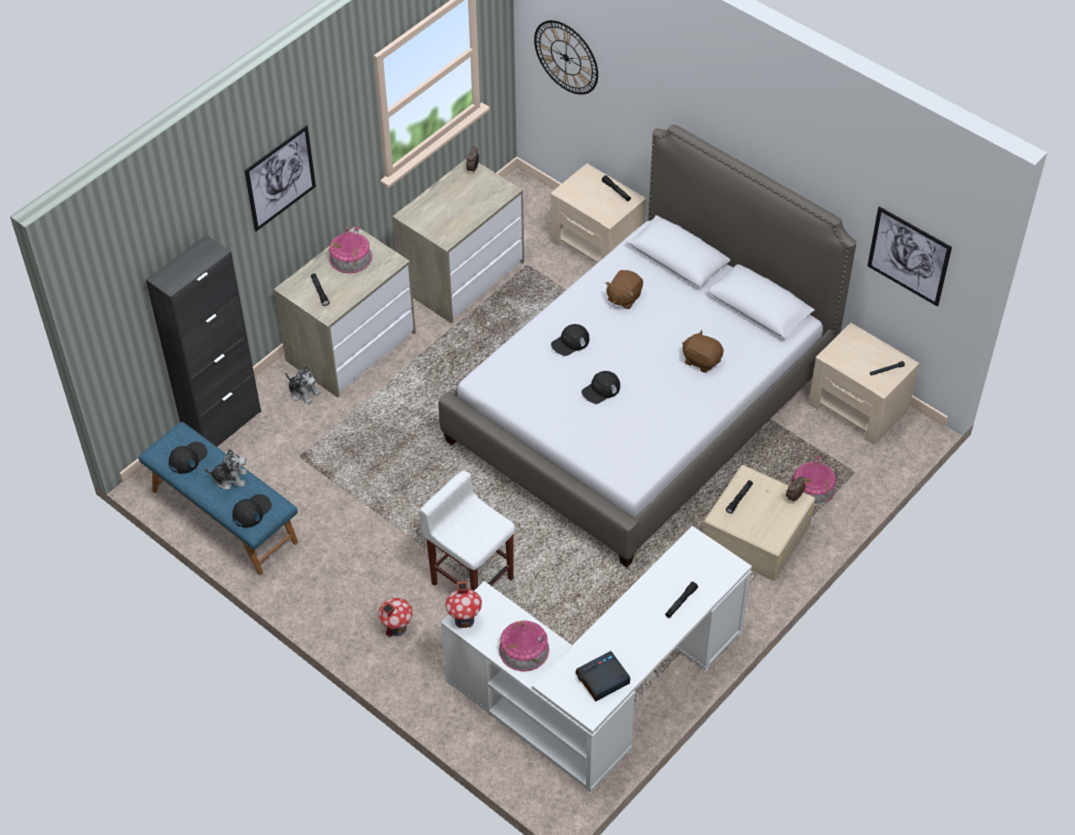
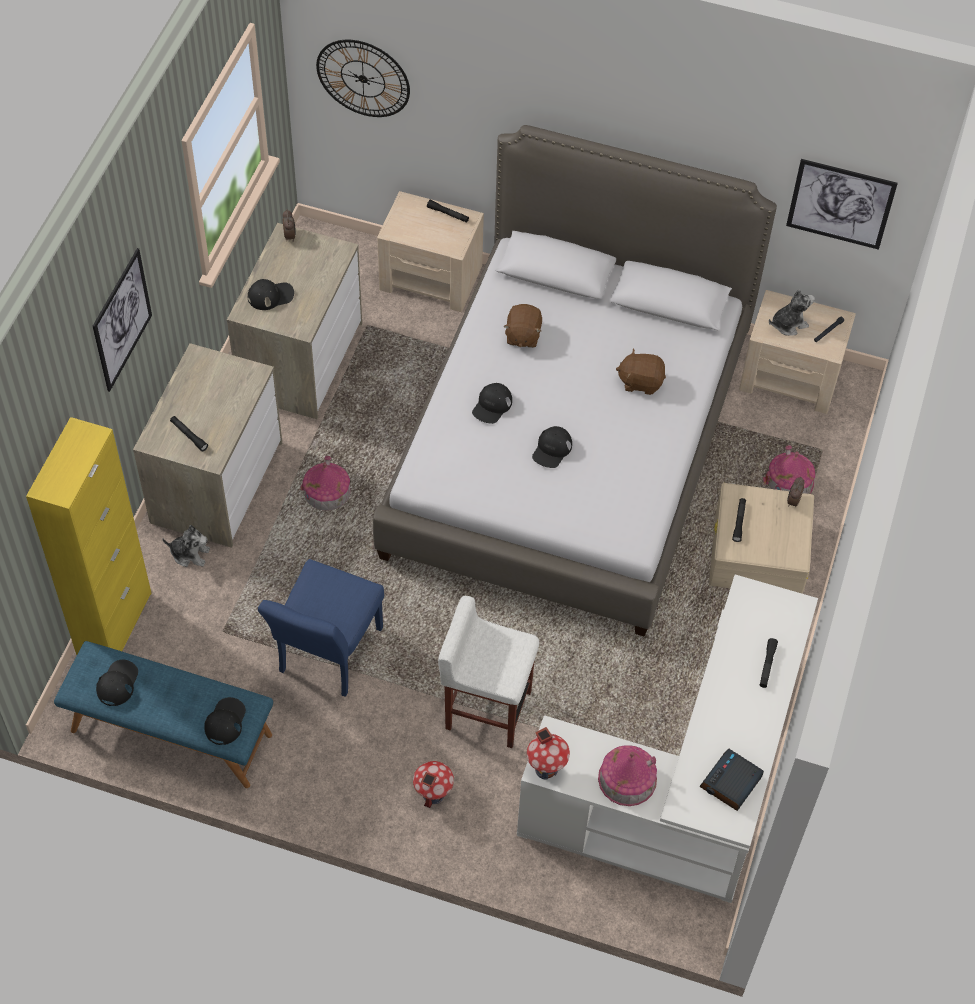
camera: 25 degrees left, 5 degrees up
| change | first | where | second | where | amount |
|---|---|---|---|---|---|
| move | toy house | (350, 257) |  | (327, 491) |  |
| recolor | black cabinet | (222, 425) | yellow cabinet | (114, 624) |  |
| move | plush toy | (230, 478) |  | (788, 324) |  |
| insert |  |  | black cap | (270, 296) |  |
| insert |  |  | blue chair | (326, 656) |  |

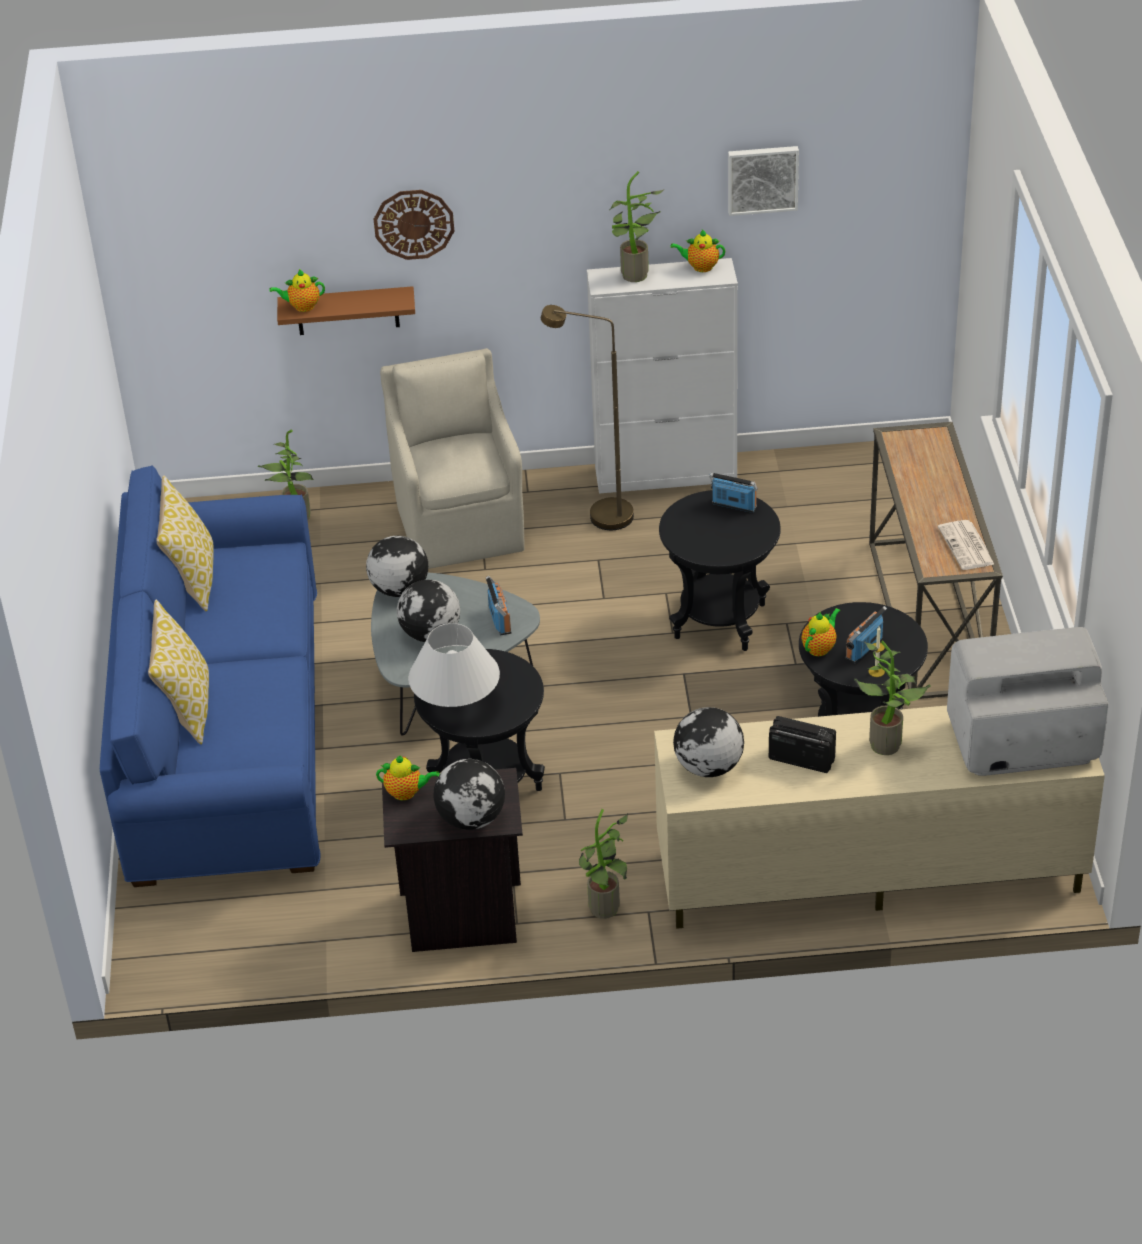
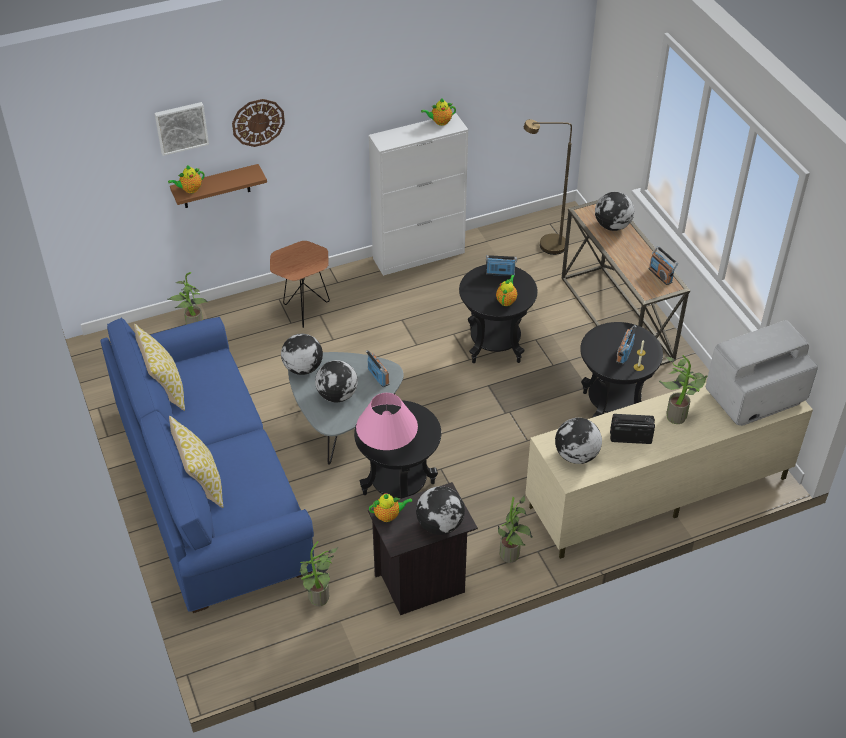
camera: 20 degrees left, 5 degrees up
| change | first | where | second | where | amount |
|---|---|---|---|---|---|
| move | picture | (762, 179) |  | (181, 127) |  |
| move | potted plant | (635, 277) |  | (320, 601) |  |
| move | brown floor lamp | (599, 515) |  | (545, 246) |  |
| replace | beige armchair | (460, 523) | brown side table | (303, 312) |  |
| replace | newspaper | (967, 546) | radio | (660, 275) |  |
| move | teapot | (820, 647) |  | (506, 300) |  |
| recolor | white table lamp | (456, 704) | pink table lamp | (387, 444) |  |
| insert |  |  | globe | (612, 226) |  |

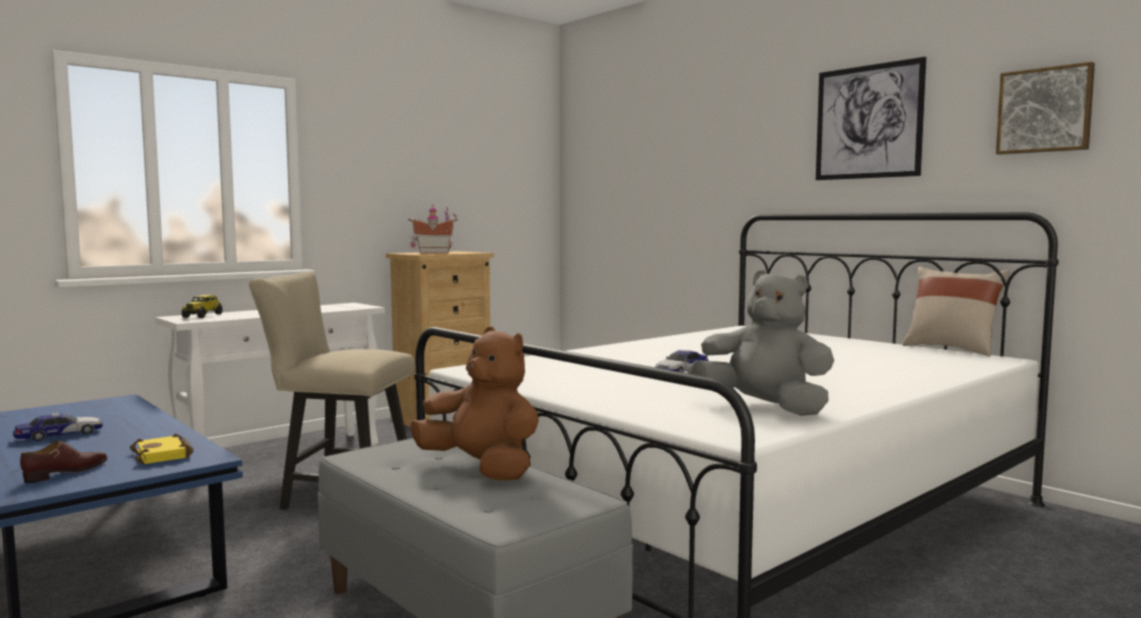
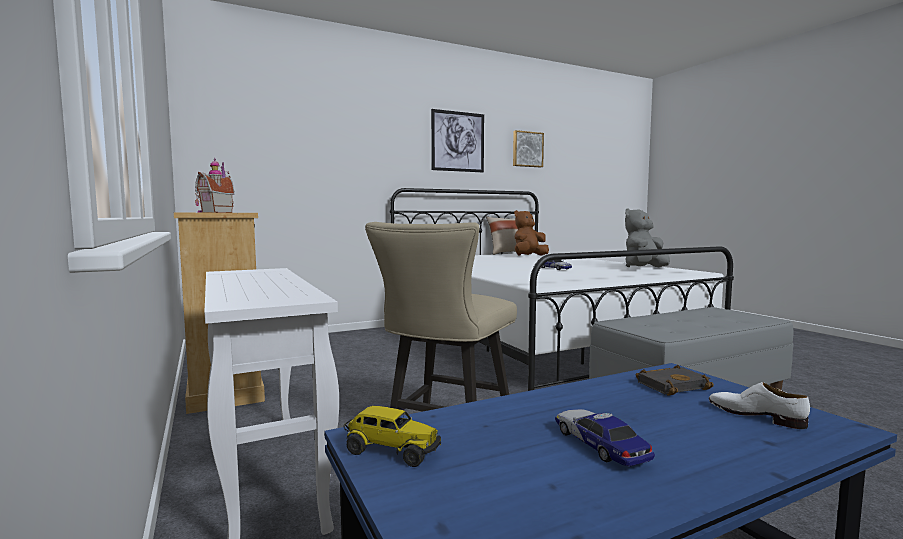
camera: 75 degrees left, 0 degrees up
| change | first | where | second | where | amount |
|---|---|---|---|---|---|
| move | toy truck | (203, 315) |  | (391, 451) |  |
| move | brown plush toy | (482, 469) |  | (529, 256) |  |
| recolor | yellow book | (164, 455) | black book | (672, 385) |  |
| recolor | brown shoe | (67, 472) | white shoe | (755, 415) |  |

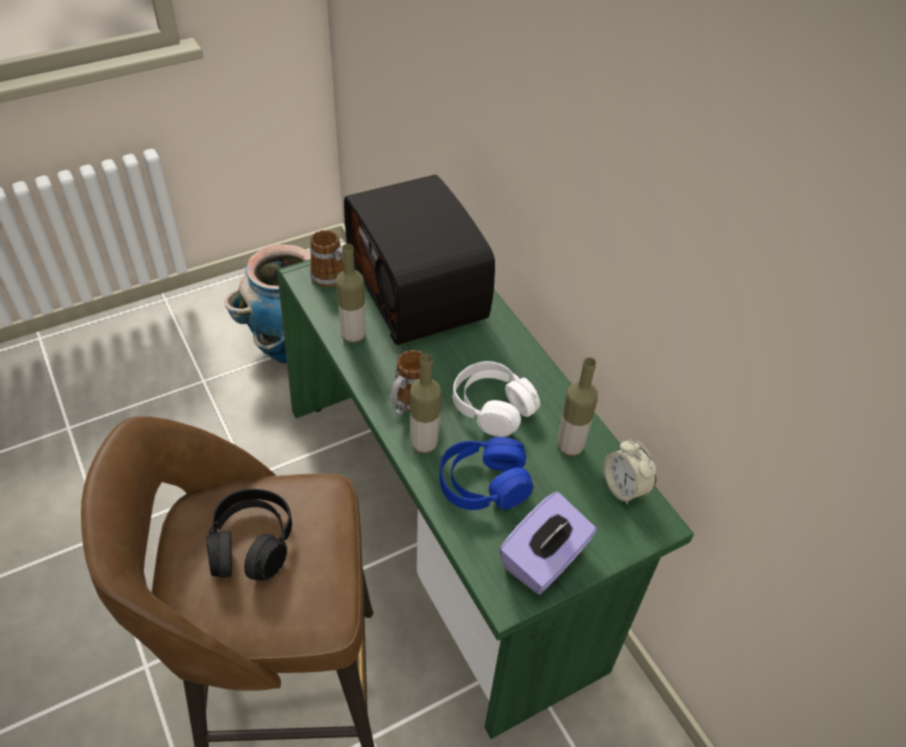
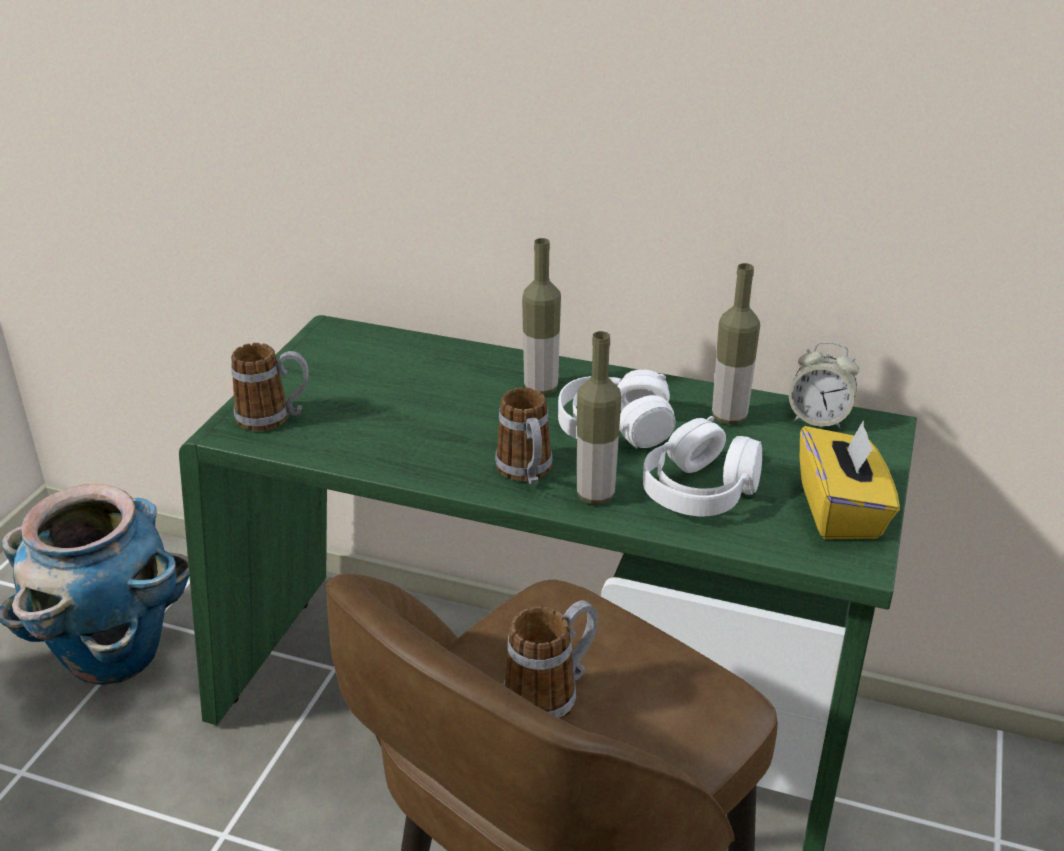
camera: 40 degrees left, 15 degrees down
| change | first | where | second | where | amount |
|---|---|---|---|---|---|
| delete | radio | (420, 291) |  |  |  |
| move | bottle | (353, 336) |  | (541, 388) |  |
| recolor | blue headphones | (483, 484) | white headphones | (700, 490) |  |
| replace | black headphones | (251, 544) | mug | (552, 694) |  |
| recolor | purple tissue box | (544, 560) | yellow tissue box | (841, 511) |  |

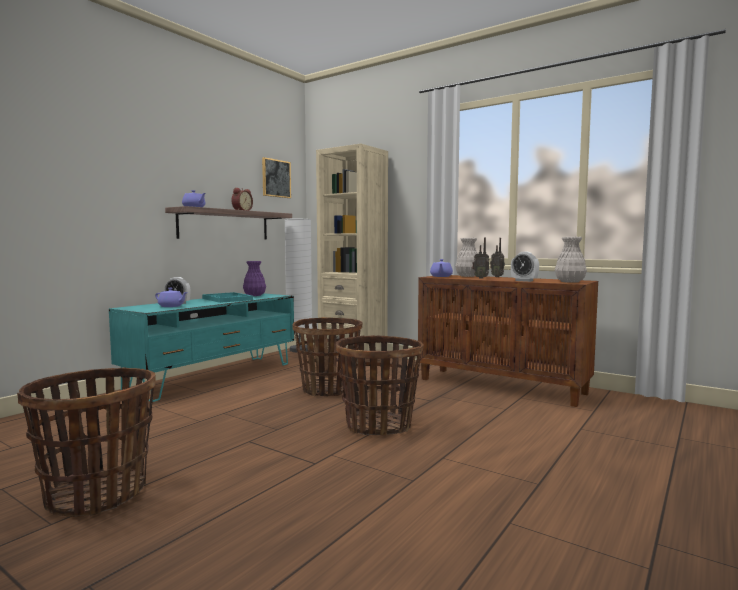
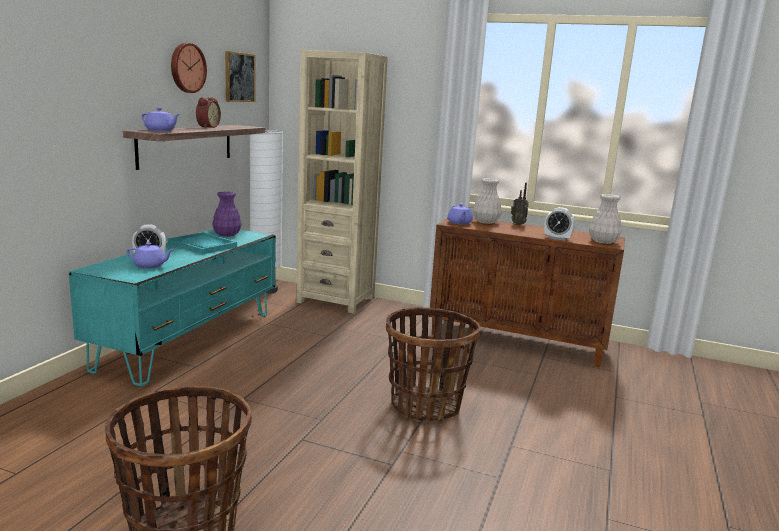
camera: 15 degrees left, 10 degrees up
| change | first | where | second | where | amount |
|---|---|---|---|---|---|
| delete | radio | (481, 278) |  |  |  |
| delete | basket | (328, 389) |  |  |  |
| insert |  |  | wall clock | (187, 68) |  |

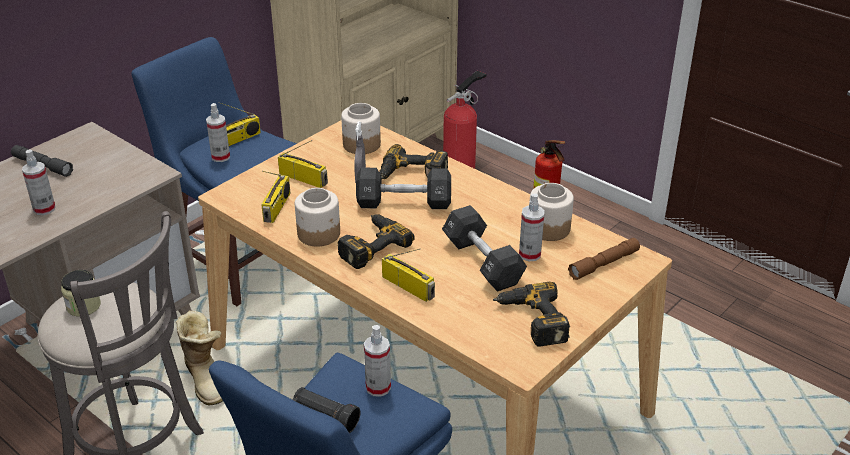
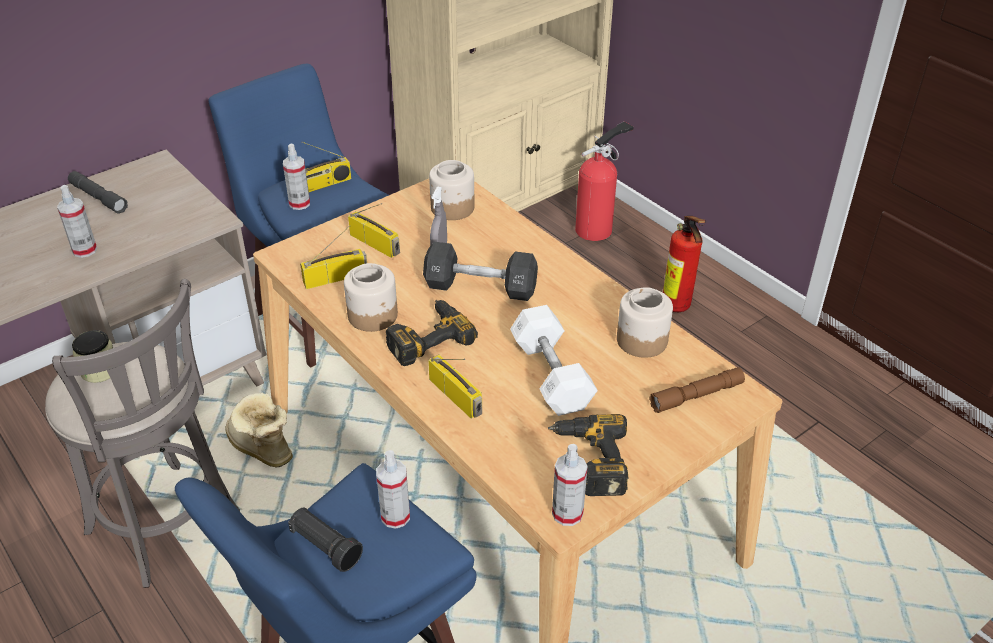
camera: 10 degrees right, 5 degrees up
| change | first | where | second | where | amount |
|---|---|---|---|---|---|
| delete | power drill | (411, 175) |  |  |  |
| rotate | radio | (277, 208) |  | (335, 277) | 135 degrees counterclockwise |
| move | spray bottle | (529, 254) |  | (567, 513) |  |
| recolor | black dumbbell | (482, 262) | white dumbbell | (551, 375) |  |
| rotate | boot | (207, 379) |  | (259, 450) | 150 degrees clockwise |

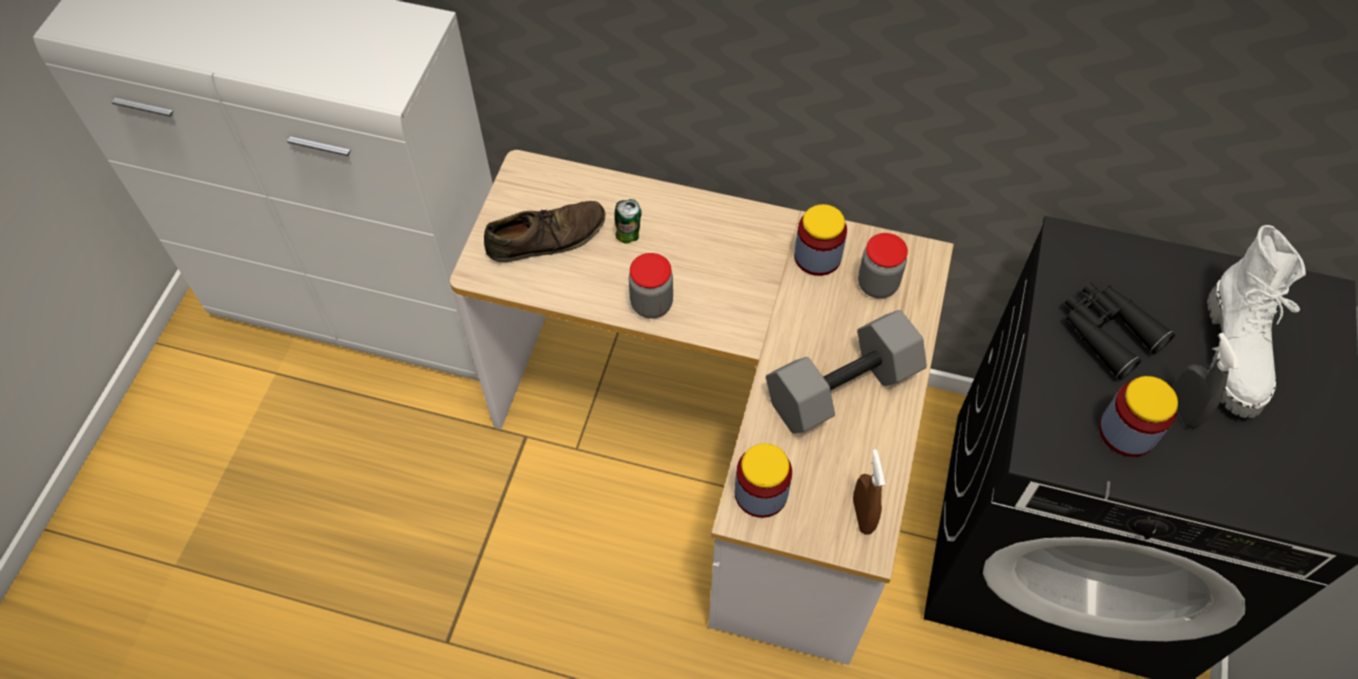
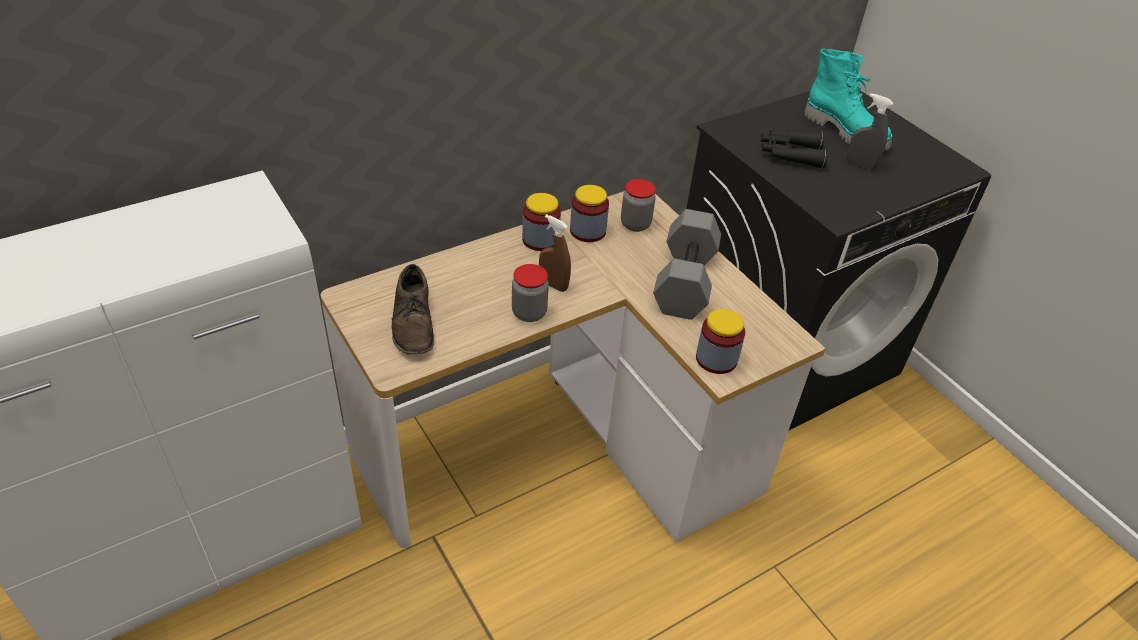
camera: 50 degrees left, 15 degrees down
| change | first | where | second | where | amount |
|---|---|---|---|---|---|
| delete | can | (628, 236) |  |  |  |
| rotate | brown shoe | (546, 237) |  | (414, 322) | 150 degrees clockwise |
| recolor | white boot | (1235, 354) | turquoise boot | (846, 132) |  |
| move | jar | (1127, 431) |  | (540, 239) |  |
| move | brown spray bottle | (862, 515) |  | (553, 285) |  |

